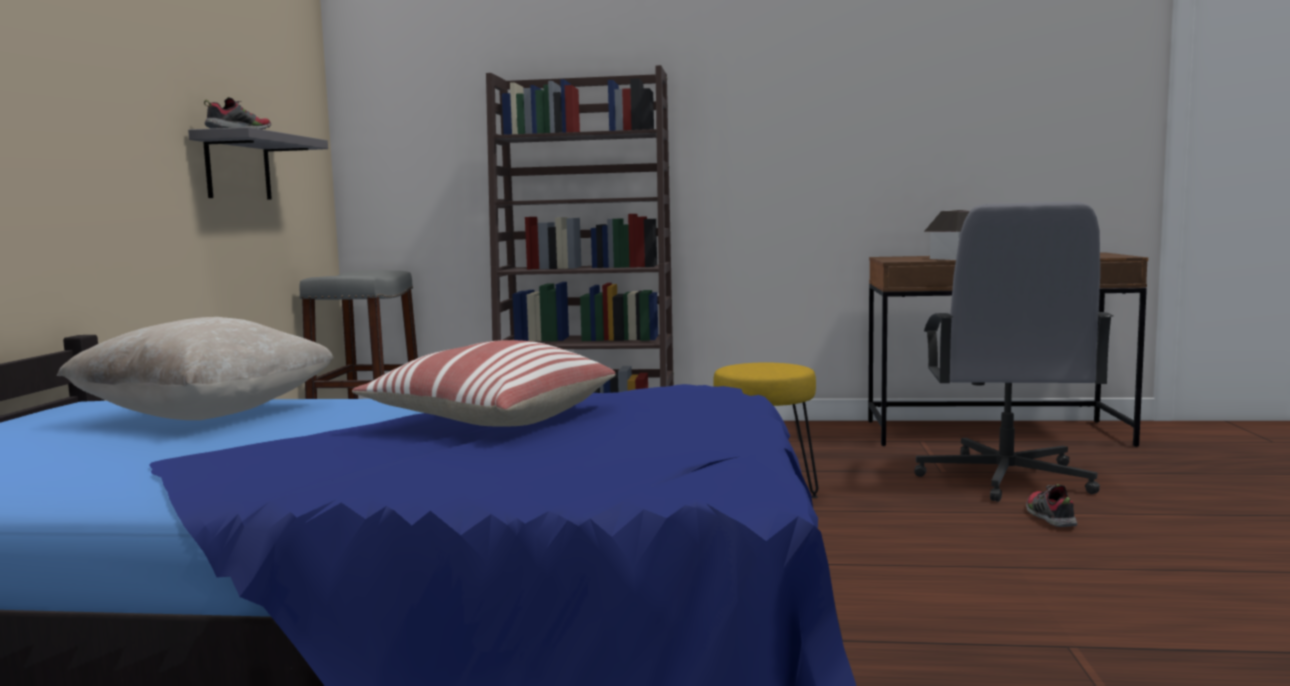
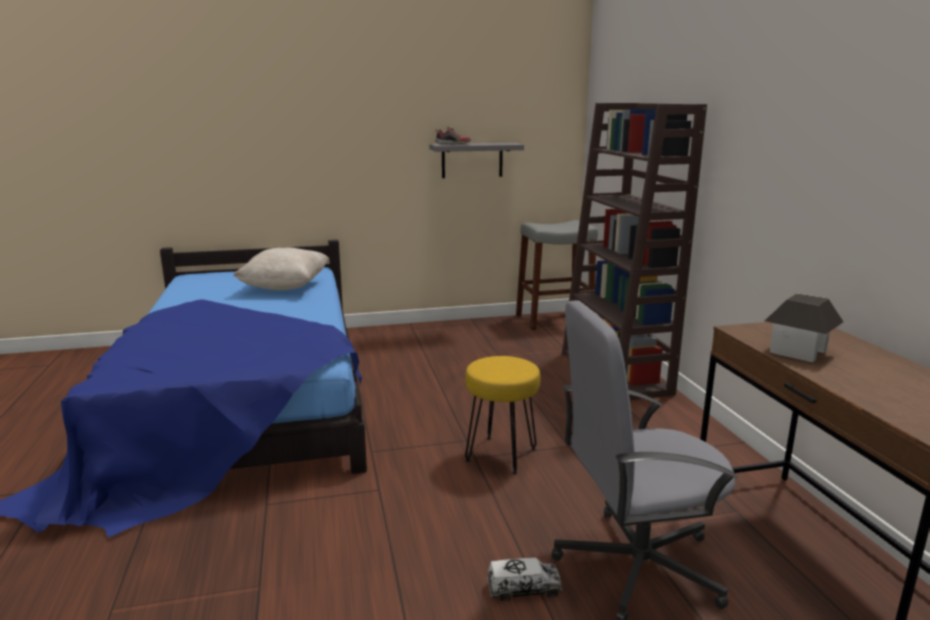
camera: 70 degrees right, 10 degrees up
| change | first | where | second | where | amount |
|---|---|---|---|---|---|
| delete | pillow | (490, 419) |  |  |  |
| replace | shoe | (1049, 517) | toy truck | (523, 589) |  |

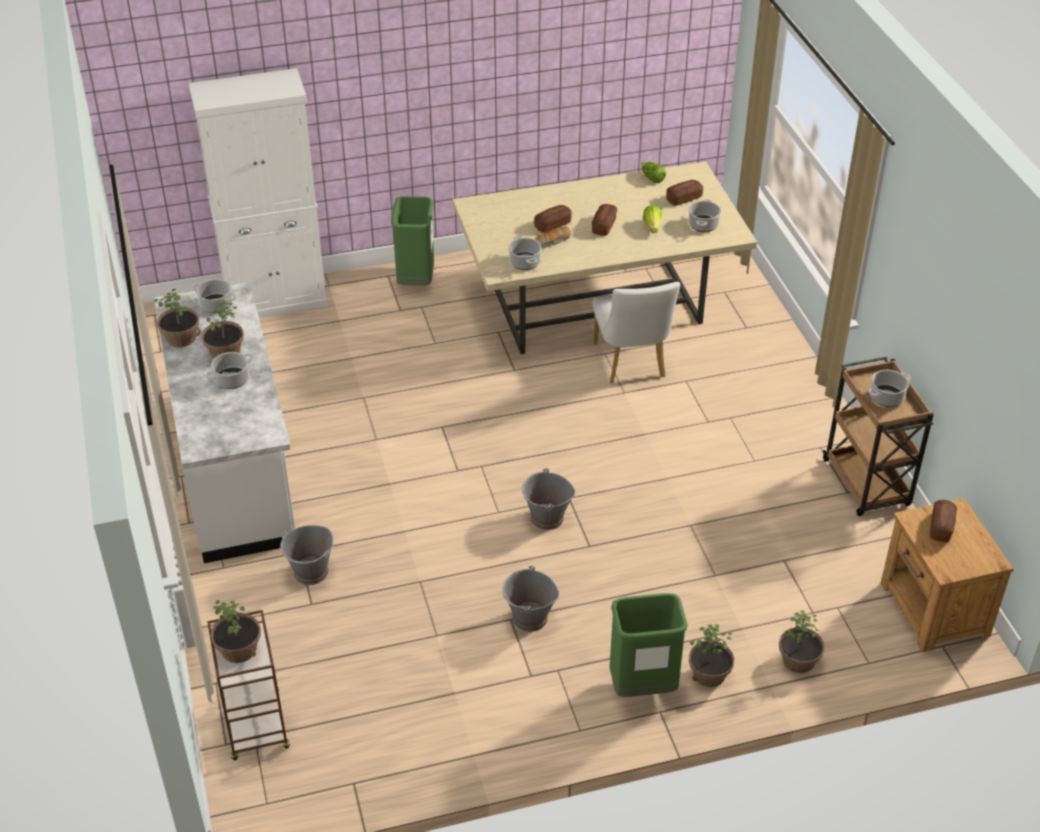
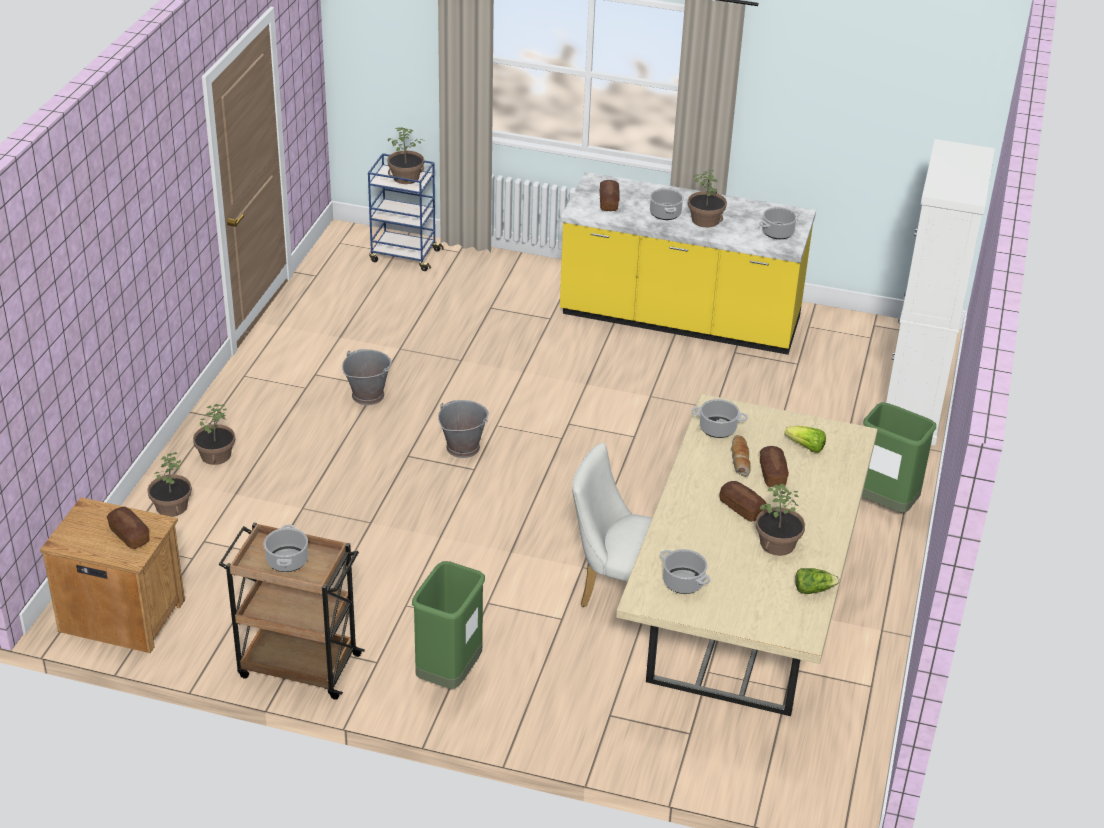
camera: 120 degrees right, 5 degrees down
| change | first | where | second | where | amount |
|---|---|---|---|---|---|
| move | bread | (684, 198) |  | (608, 202) |  |
| move | lettuce | (652, 227) |  | (805, 447) |  |
| recolor | white counter | (235, 466) | yellow counter | (679, 319) |  |
| move | potted plant | (181, 337) |  | (778, 544) |  |
| delete | grey bucket | (311, 572) |  |  |  |
| move | green trash can | (642, 687) |  | (449, 674) |  |
| recolor | brown cart | (256, 726) | blue cart | (404, 256) |  |

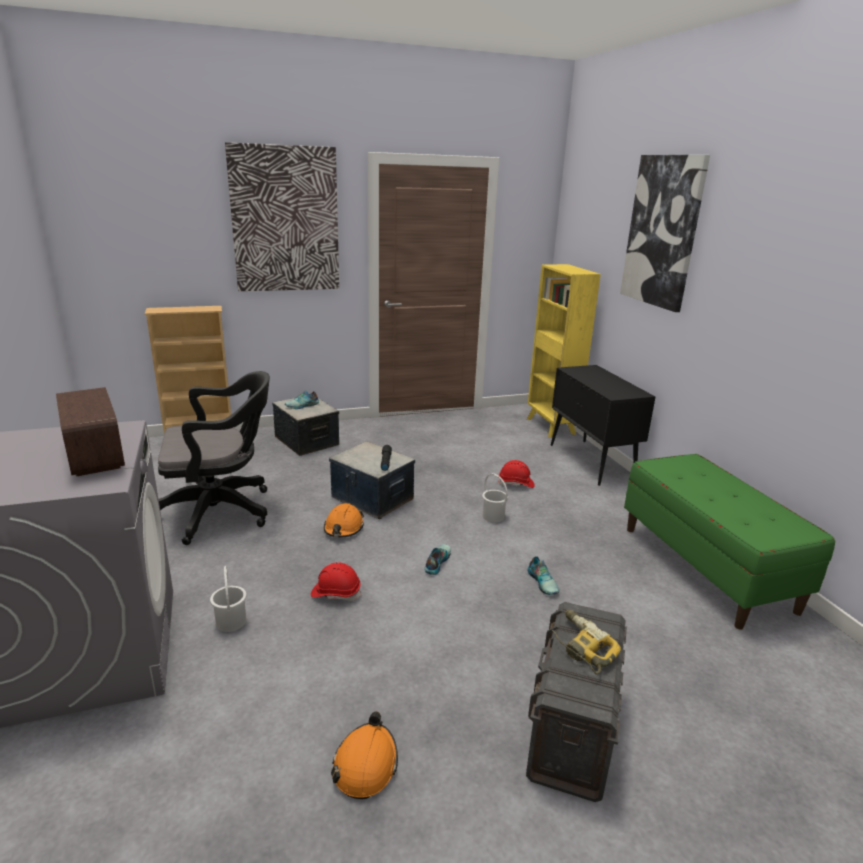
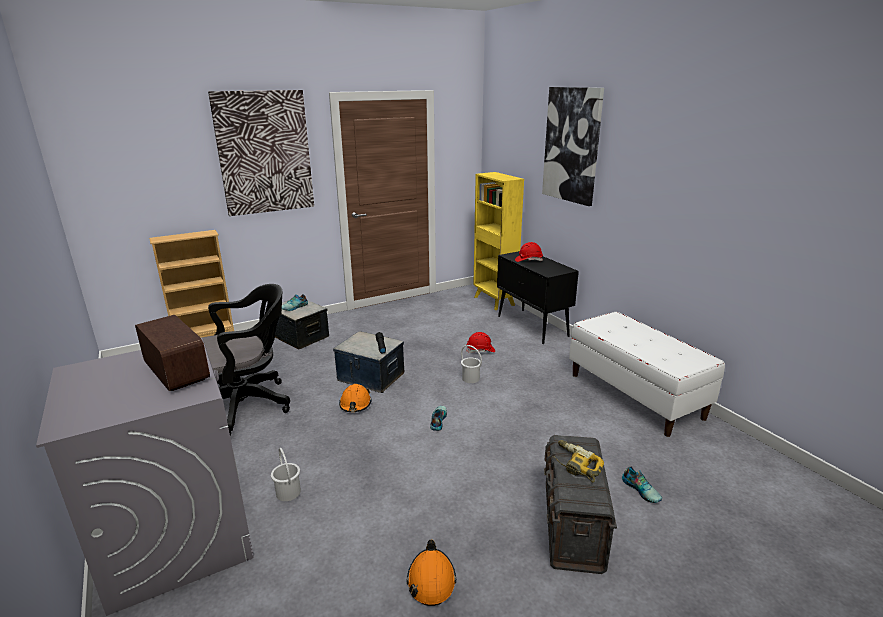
camera: 10 degrees left, 0 degrees up
| change | first | where | second | where | amount |
|---|---|---|---|---|---|
| recolor | green bench | (706, 567) | white bench | (635, 395) |  |
| move | shoe | (543, 582) |  | (641, 489) |  |
| move | red hard hat | (336, 593) |  | (528, 260) |  |

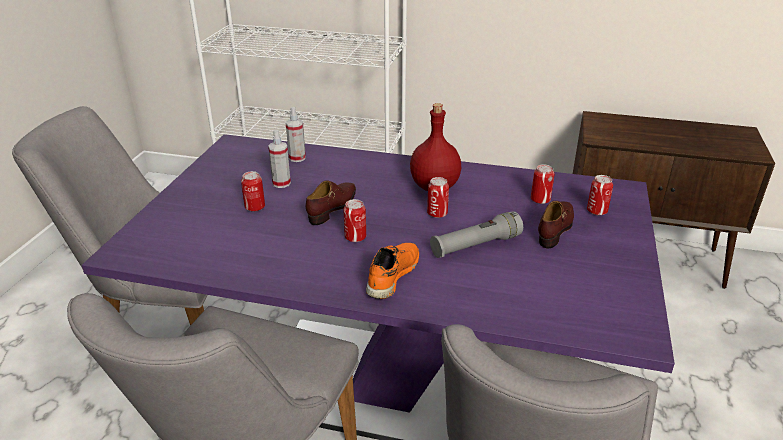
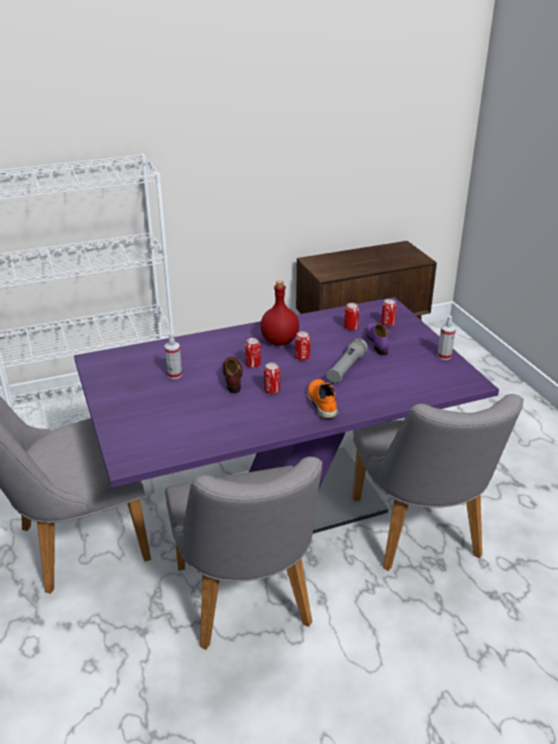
camera: 35 degrees left, 0 degrees up
| change | first | where | second | where | amount |
|---|---|---|---|---|---|
| move | spray bottle | (297, 158) |  | (444, 356) |  |
| move | can | (255, 207) |  | (253, 364) |  |
| recolor | brown shoe | (556, 228) | purple shoe | (377, 342) |  |

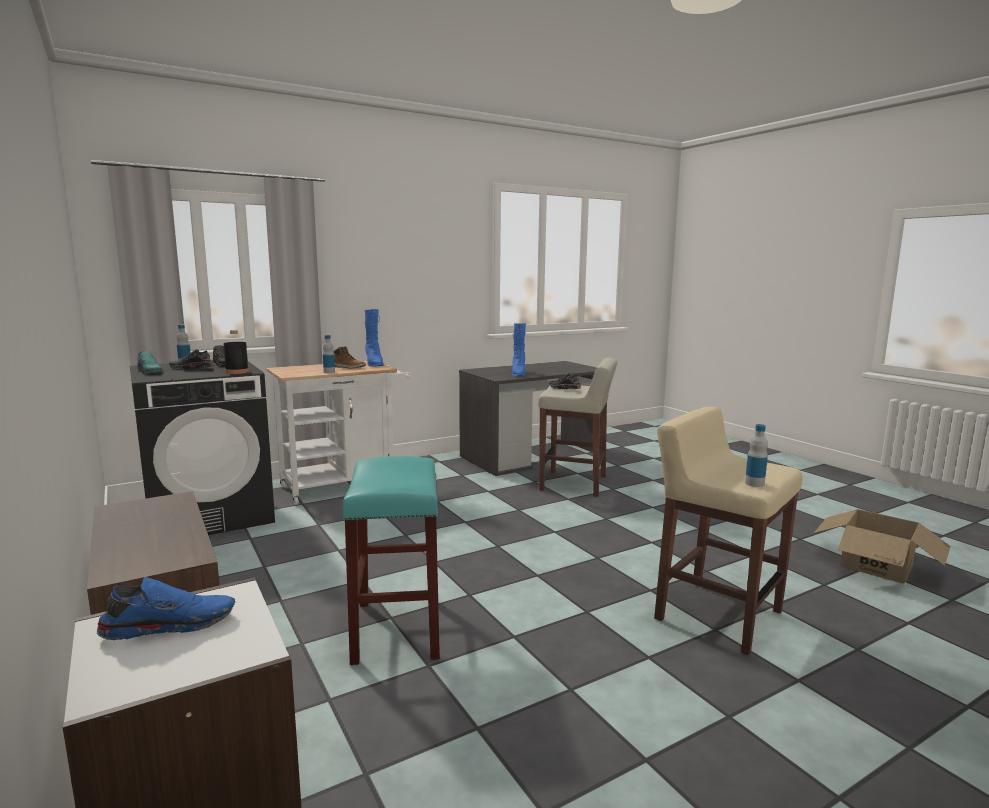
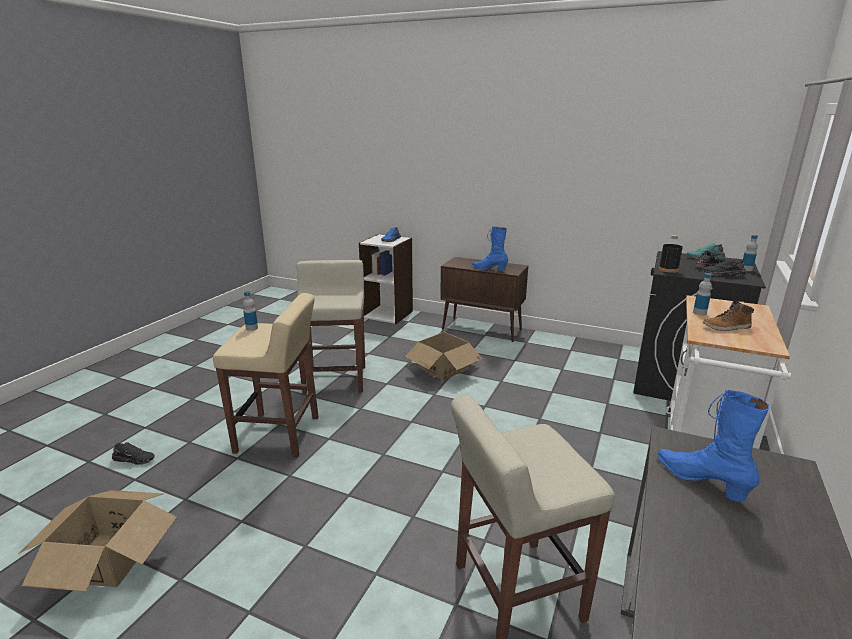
camera: 145 degrees right, 10 degrees up
| change | first | where | second | where | amount |
|---|---|---|---|---|---|
| move | blue boot | (374, 364) |  | (489, 269) |  |
| move | black shoe | (563, 388) |  | (135, 459) |  |
| replace | turquoise stool | (396, 628) | cardboard box | (443, 368) |  |
| insert |  |  | beige stool | (335, 379) |  |

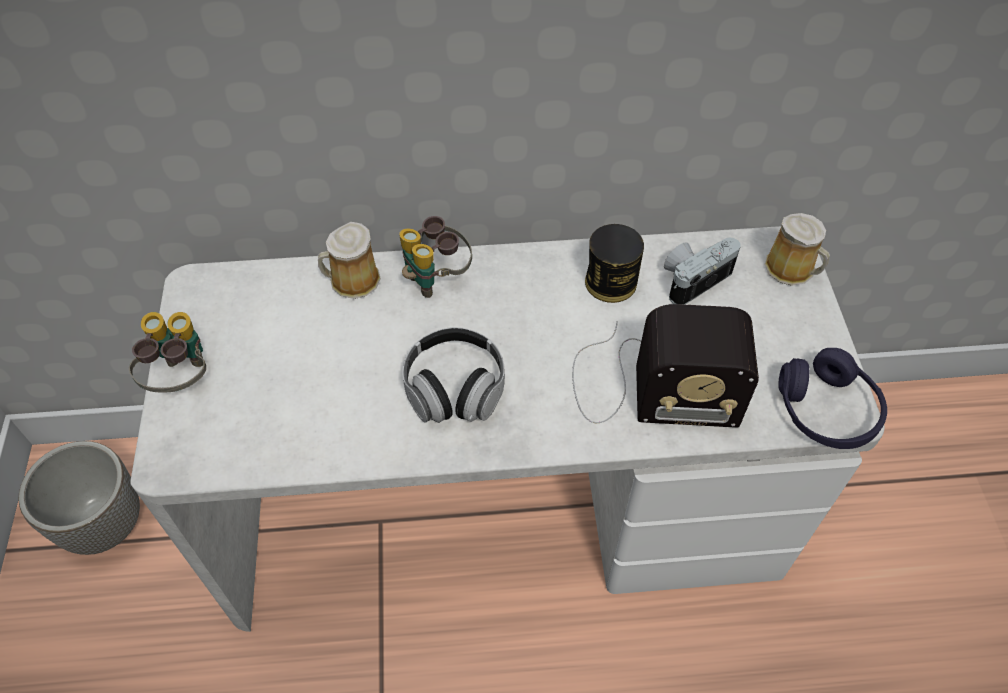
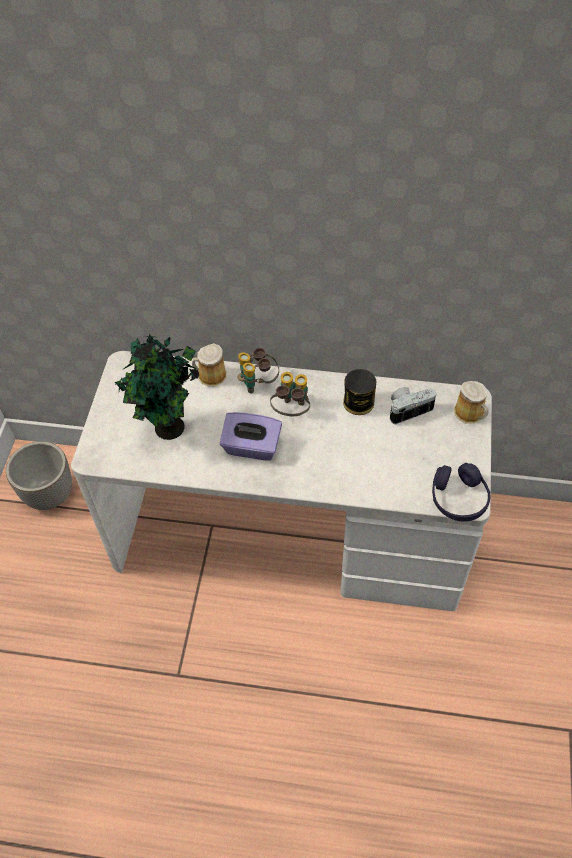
camera: 15 degrees right, 0 degrees up
| change | first | where | second | where | amount |
|---|---|---|---|---|---|
| delete | radio | (648, 386) |  |  |  |
| move | binoculars | (182, 379) |  | (292, 410) |  |
| replace | headphones | (455, 389) | purple tissue box | (251, 447) |  |
| insert |  |  | potted plant | (170, 430) |  |

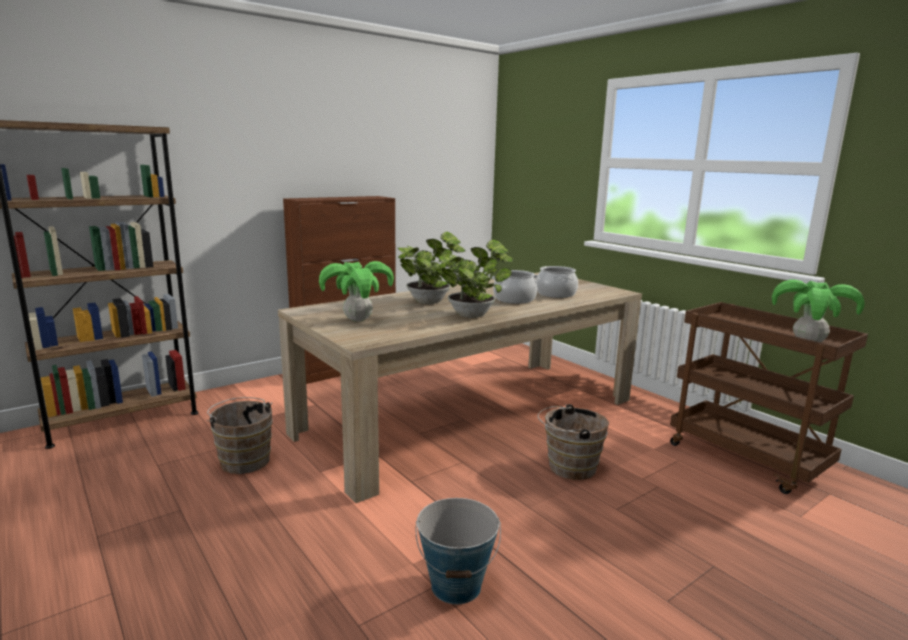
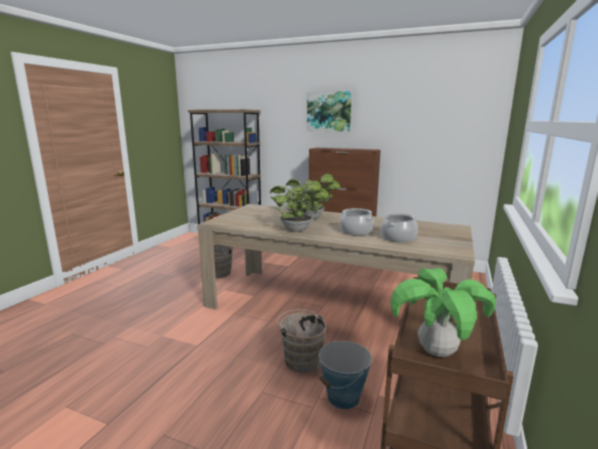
camera: 60 degrees right, 0 degrees up
| change | first | where | second | where | amount |
|---|---|---|---|---|---|
| delete | potted plant | (358, 320) |  |  |  |
| move | bucket | (456, 585) |  | (343, 397) |  |
| insert |  |  | picture | (329, 111) |  |

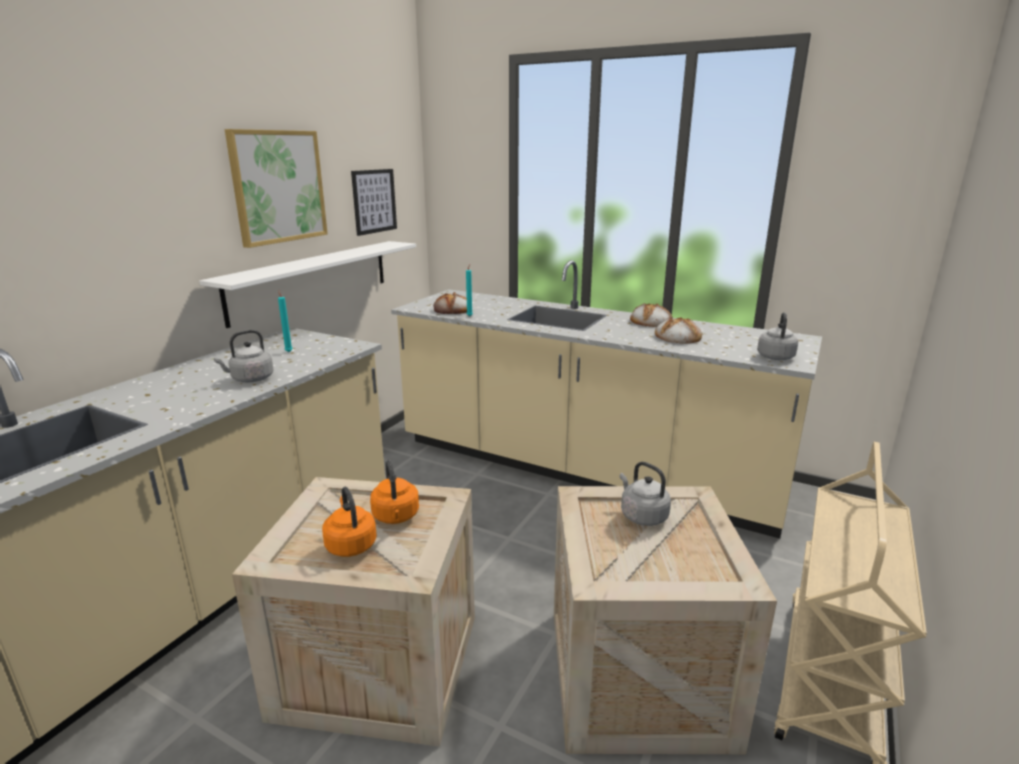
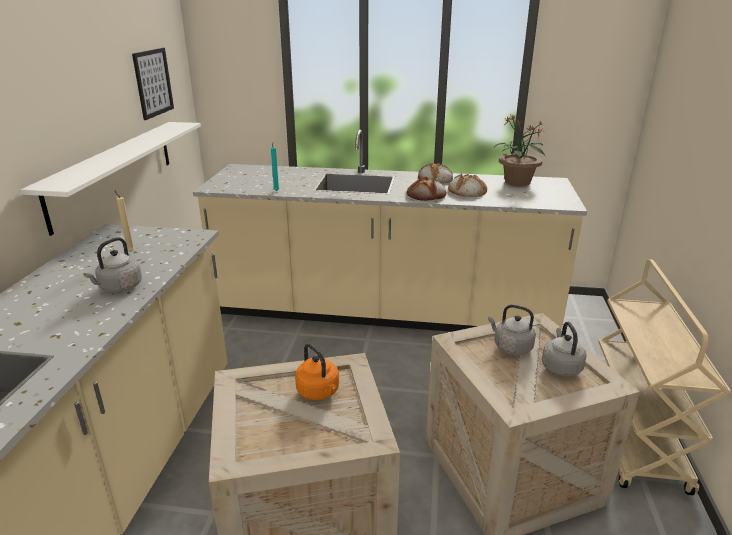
camera: 20 degrees left, 5 degrees up
| change | first | where | second | where | amount |
|---|---|---|---|---|---|
| delete | picture | (278, 186) |  |  |  |
| recolor | turquoise candle | (288, 351) | beige candle | (130, 251) |  |
| move | bread | (453, 310) |  | (426, 194) |  |
| move | grey kettle | (775, 356) |  | (560, 366) |  |
| delete | orange kettle | (350, 544) |  |  |  |
| insert |  |  | potted plant | (517, 182) |  |

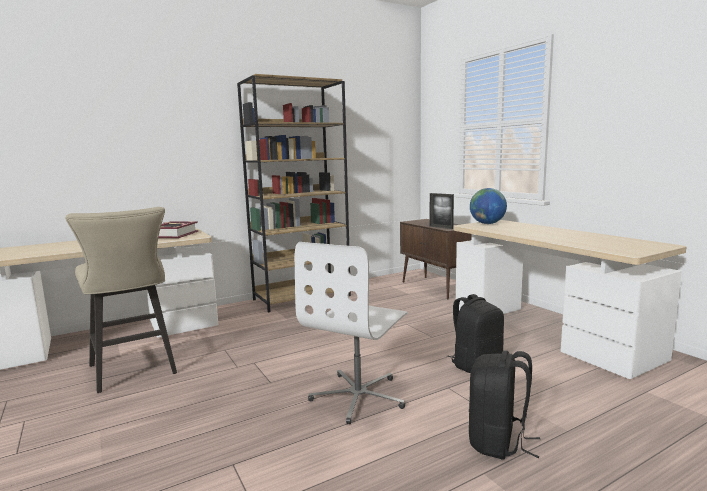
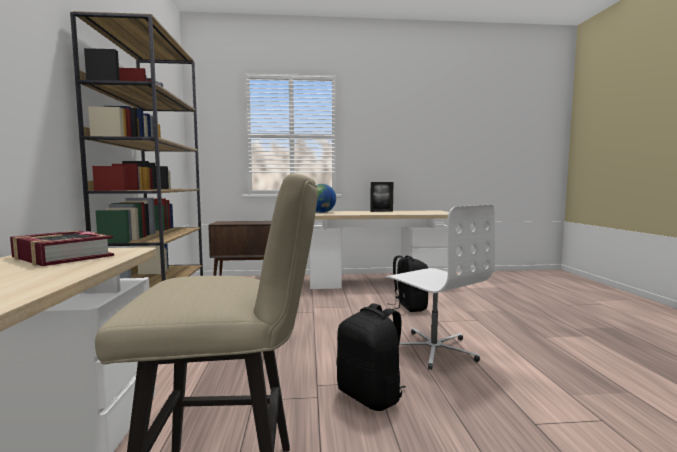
camera: 65 degrees left, 5 degrees down
| change | first | where | second | where | amount |
|---|---|---|---|---|---|
| move | picture frame | (441, 227) |  | (381, 211) |  |
| move | black backpack | (498, 442) |  | (371, 396) |  |

